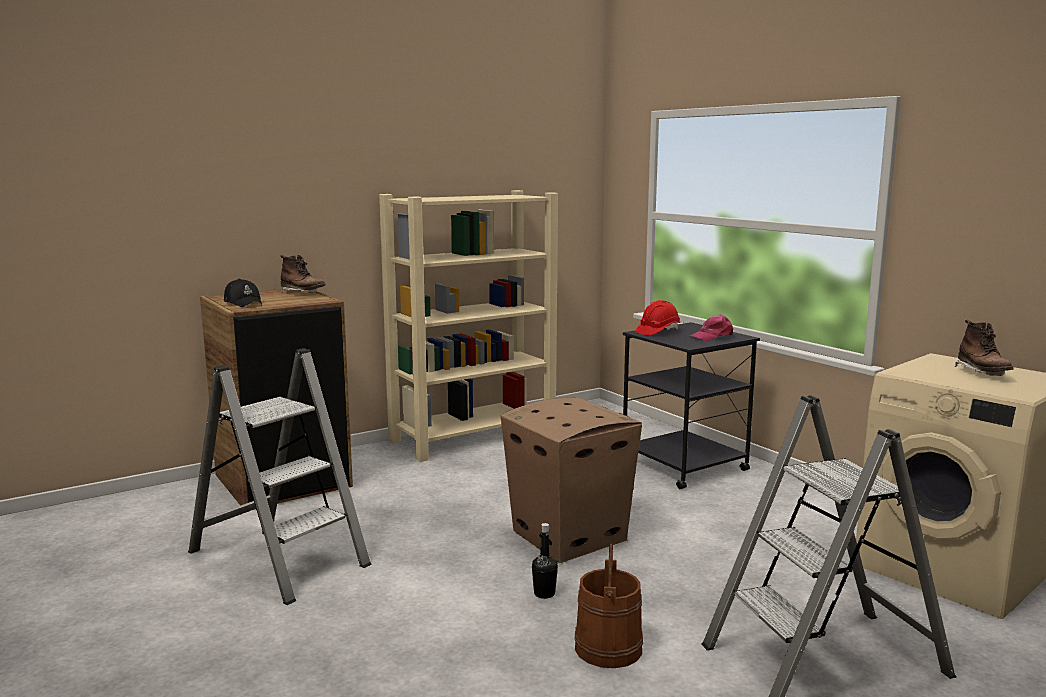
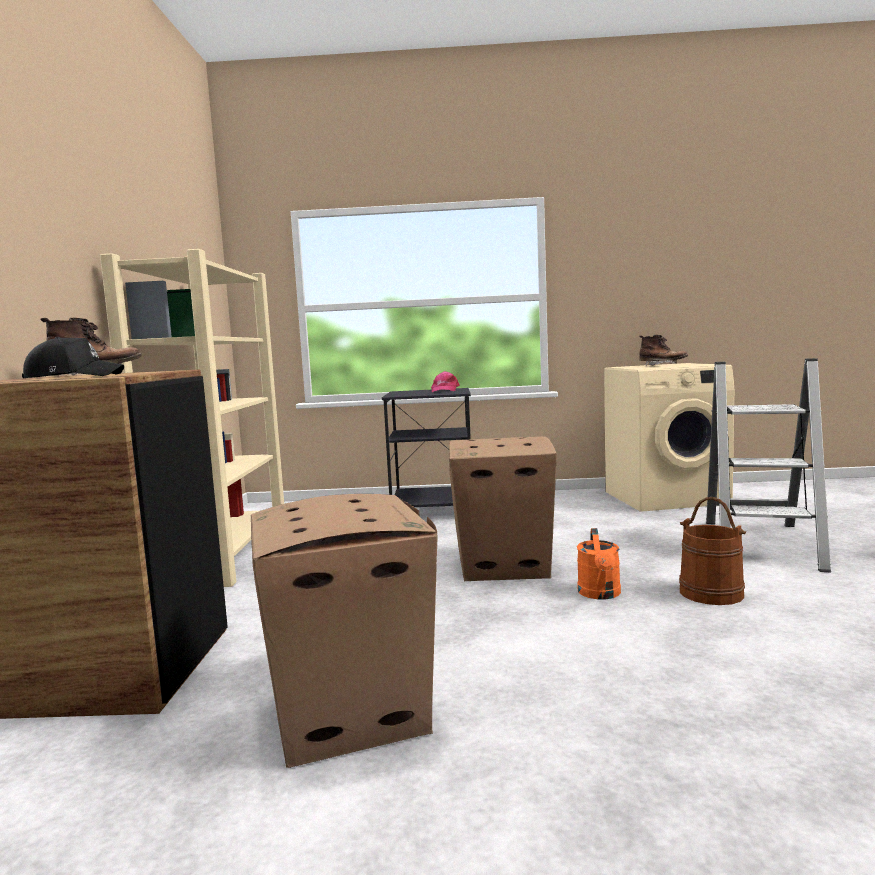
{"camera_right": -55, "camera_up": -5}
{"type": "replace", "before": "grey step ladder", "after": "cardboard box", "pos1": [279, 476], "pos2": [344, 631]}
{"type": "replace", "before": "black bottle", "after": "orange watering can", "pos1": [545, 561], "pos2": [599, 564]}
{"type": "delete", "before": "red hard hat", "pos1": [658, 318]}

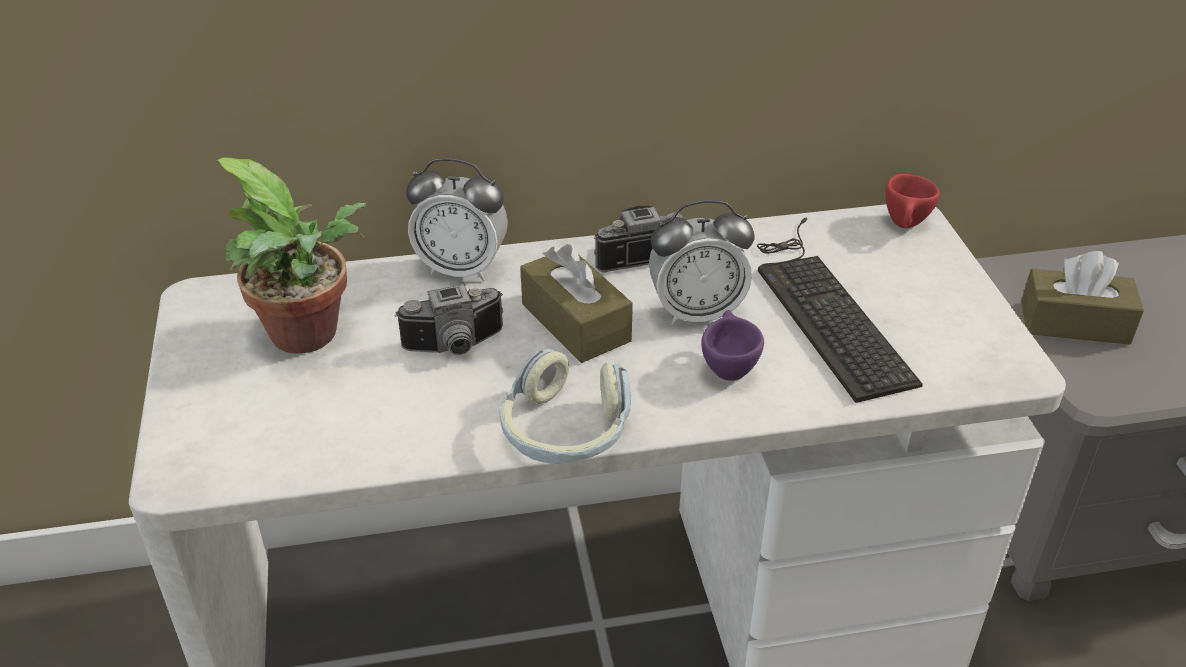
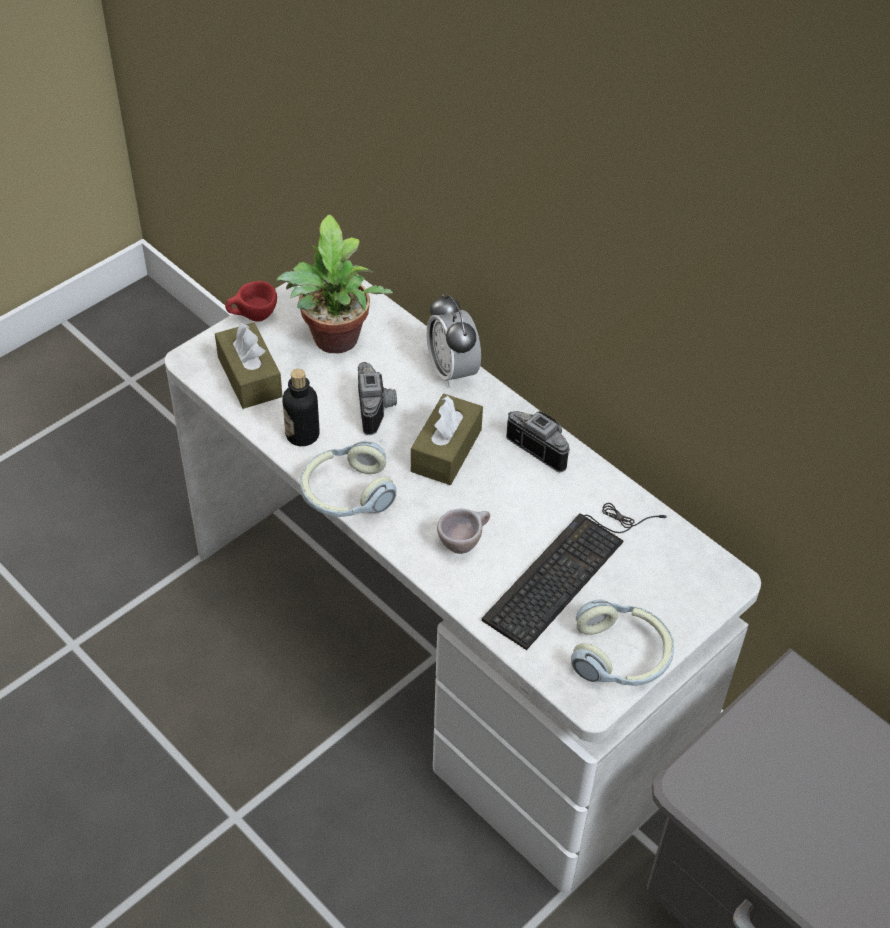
{"camera_right": 55, "camera_up": 10}
{"type": "rotate", "before": "photo camera", "pos1": [449, 319], "pos2": [377, 398], "turn": -135}
{"type": "delete", "before": "alarm clock", "pos1": [702, 263]}
{"type": "recolor", "before": "purple cup", "after": "beige cup", "pos1": [732, 345], "pos2": [463, 531]}
{"type": "move", "before": "red cup", "pos1": [912, 201], "pos2": [251, 301]}
{"type": "move", "before": "brown tissue box", "pos1": [1082, 298], "pos2": [249, 365]}
{"type": "insert", "after": "bottle", "pos2": [301, 407]}
{"type": "insert", "after": "headphones", "pos2": [622, 642]}

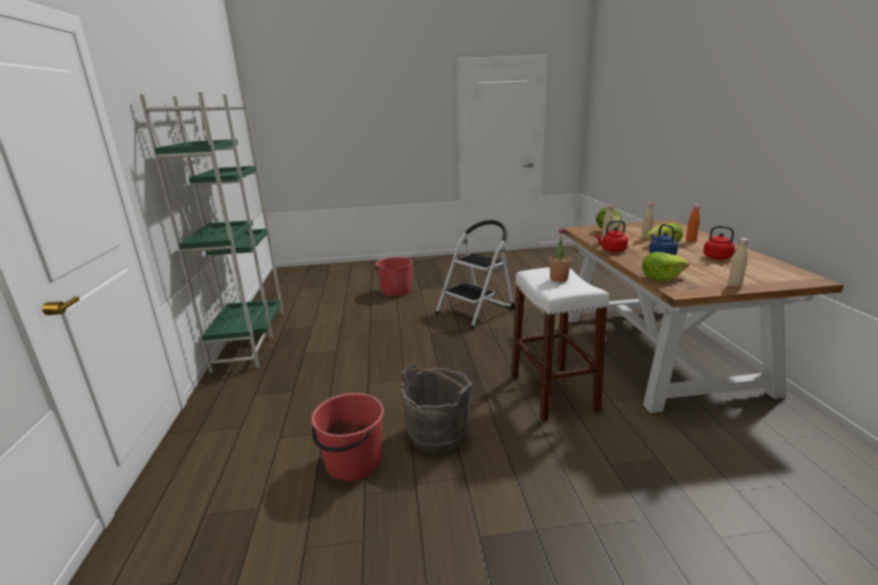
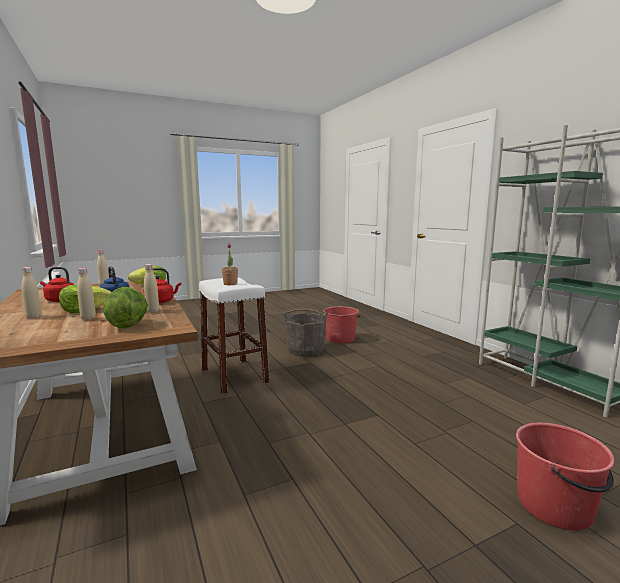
{"camera_right": 160, "camera_up": -10}
{"type": "delete", "before": "step ladder", "pos1": [475, 274]}
{"type": "recolor", "before": "orange bottle", "after": "beige bottle", "pos1": [693, 223], "pos2": [32, 293]}

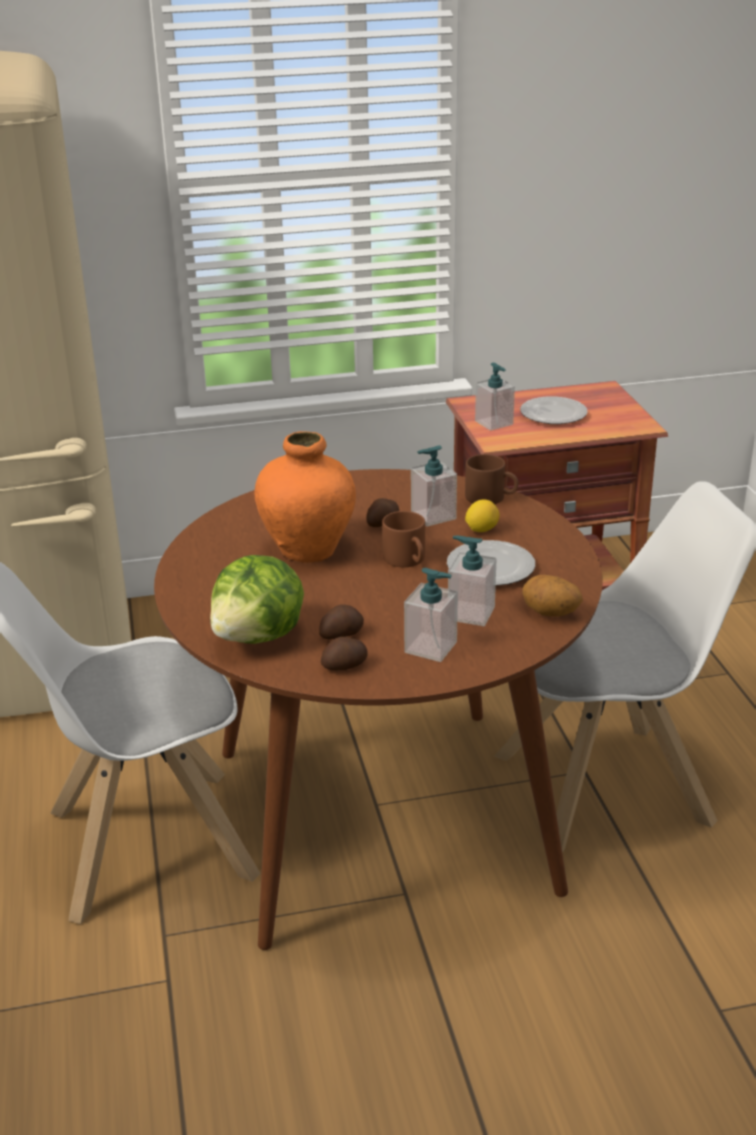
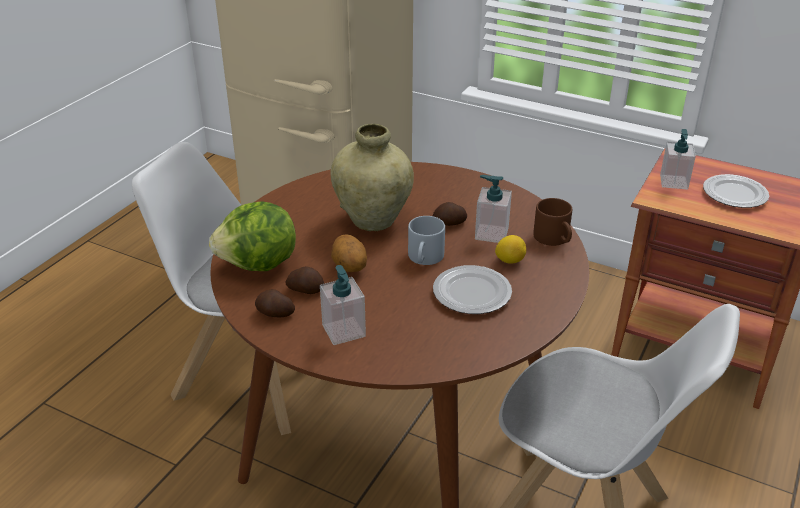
{"camera_right": 40, "camera_up": 5}
{"type": "recolor", "before": "orange vase", "after": "beige vase", "pos1": [305, 497], "pos2": [372, 177]}
{"type": "recolor", "before": "brown mug", "after": "grey mug", "pos1": [403, 539], "pos2": [426, 240]}
{"type": "delete", "before": "soap dispenser", "pos1": [472, 581]}
{"type": "move", "before": "potato", "pos1": [552, 596], "pos2": [349, 253]}

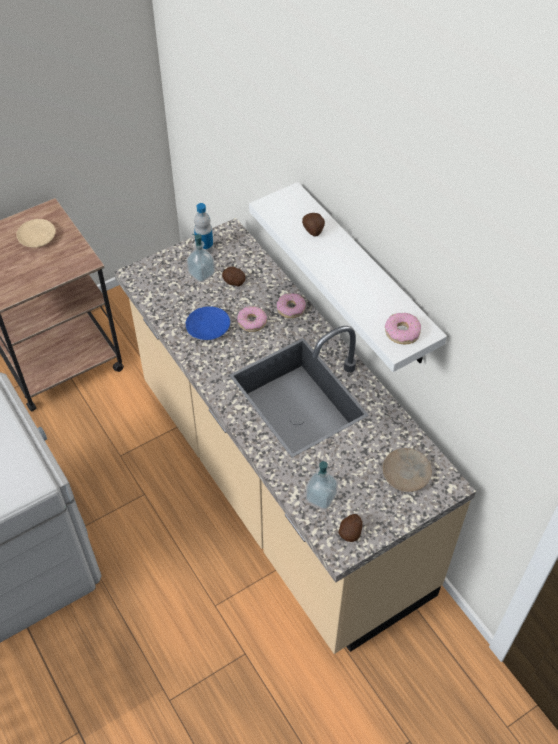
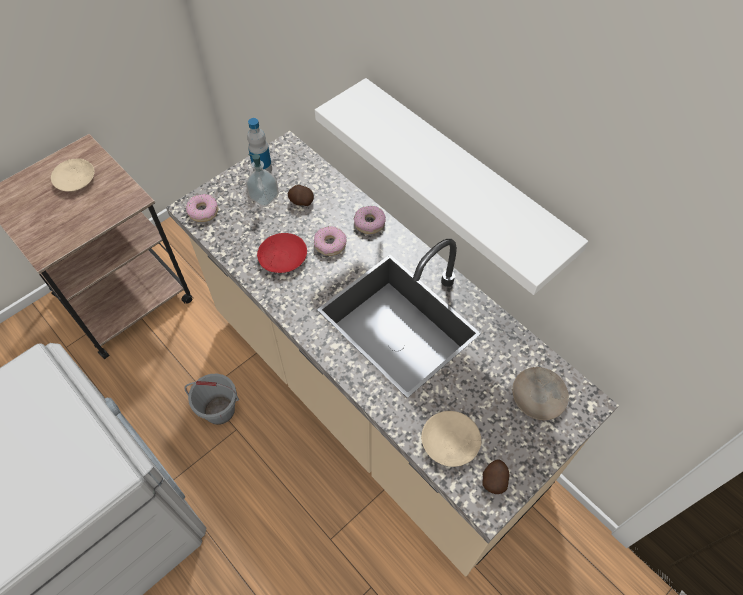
{"camera_right": -10, "camera_up": 5}
{"type": "recolor", "before": "blue plate", "after": "red plate", "pos1": [208, 323], "pos2": [282, 253]}
{"type": "delete", "before": "potato", "pos1": [313, 225]}
{"type": "replace", "before": "soap dispenser", "after": "beige plate", "pos1": [322, 485], "pos2": [451, 439]}
{"type": "move", "before": "donut", "pos1": [403, 328], "pos2": [202, 208]}
{"type": "insert", "after": "grey bucket", "pos2": [212, 399]}

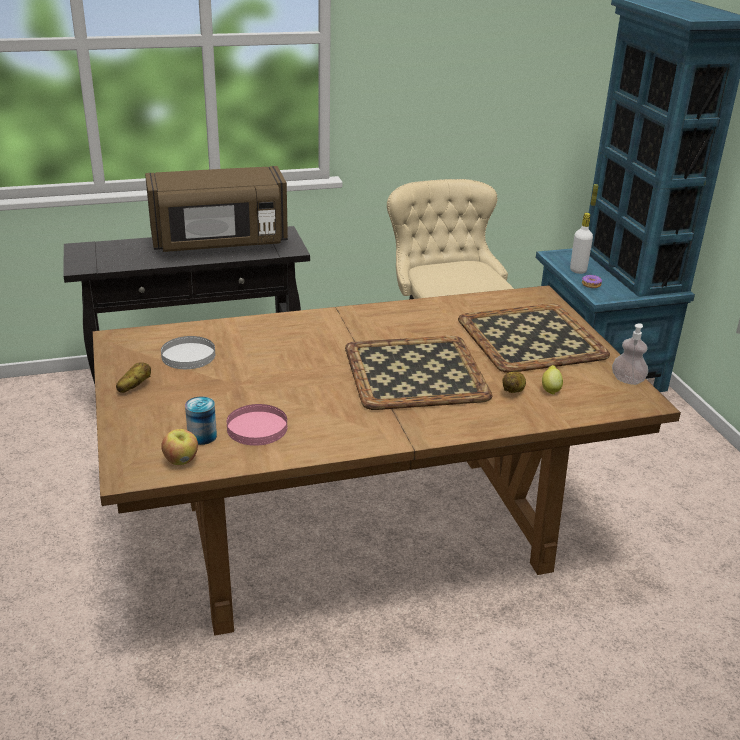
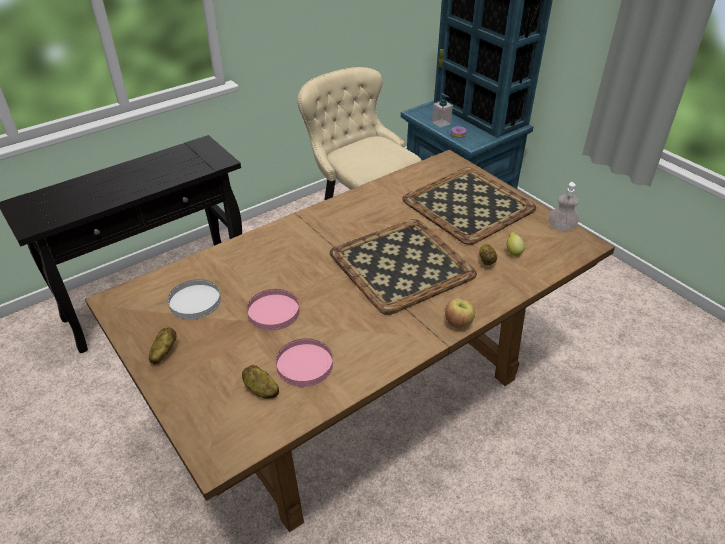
{"camera_right": -20, "camera_up": 10}
{"type": "delete", "before": "brown microwave", "pos1": [216, 209]}
{"type": "move", "before": "apple", "pos1": [179, 447], "pos2": [460, 313]}
{"type": "replace", "before": "can", "after": "potato", "pos1": [201, 420], "pos2": [260, 382]}
{"type": "replace", "before": "white bottle", "after": "soap dispenser", "pos1": [581, 243], "pos2": [442, 110]}
{"type": "insert", "after": "pink plate", "pos2": [273, 310]}

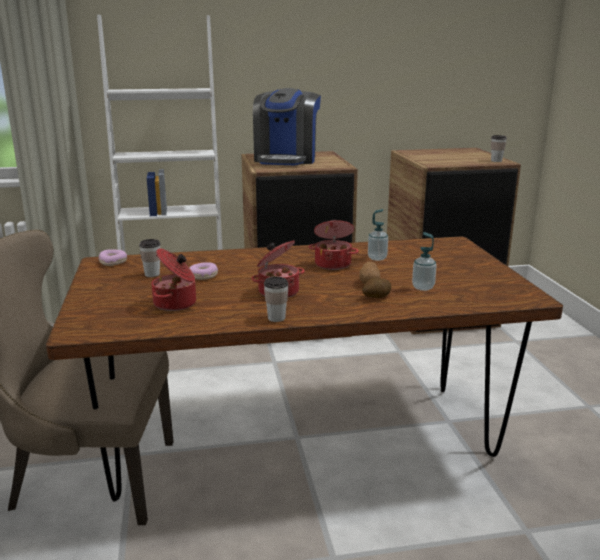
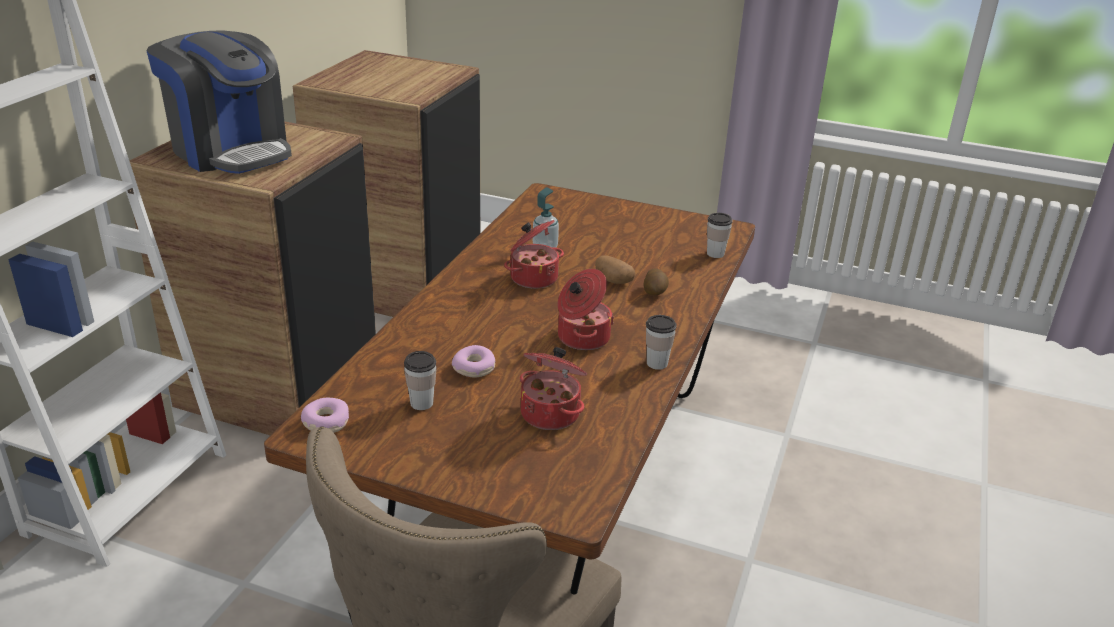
{"camera_right": -60, "camera_up": 10}
{"type": "delete", "before": "soap dispenser", "pos1": [424, 261]}
{"type": "move", "before": "cup", "pos1": [499, 148], "pos2": [720, 235]}

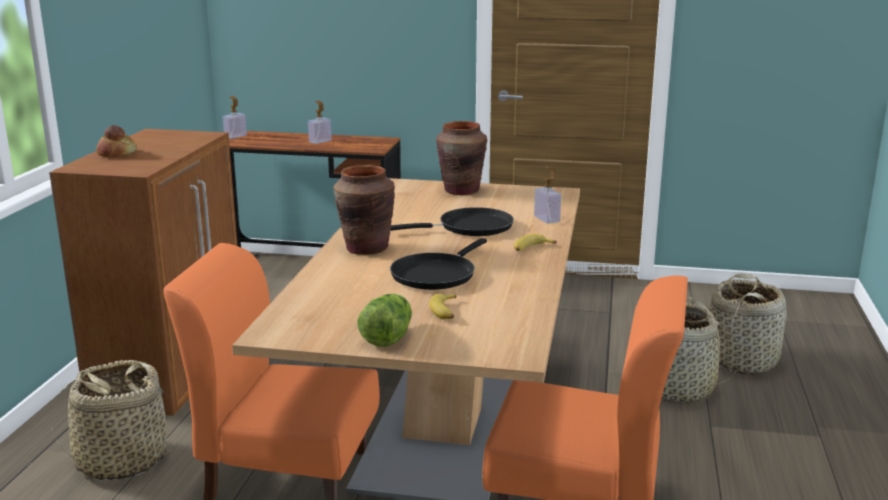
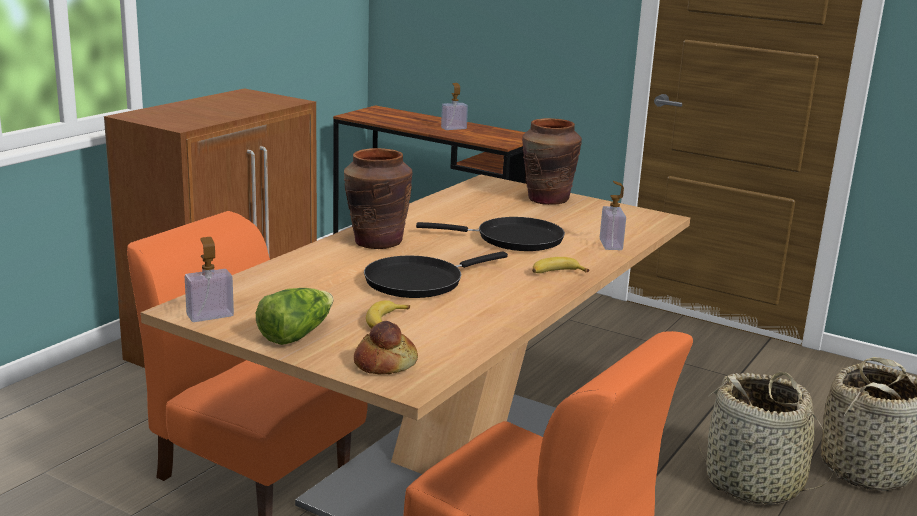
{"camera_right": 20, "camera_up": 0}
{"type": "delete", "before": "basket", "pos1": [114, 420]}
{"type": "move", "before": "bread", "pos1": [116, 141], "pos2": [386, 347]}
{"type": "move", "before": "soap dispenser", "pos1": [235, 117], "pos2": [209, 279]}

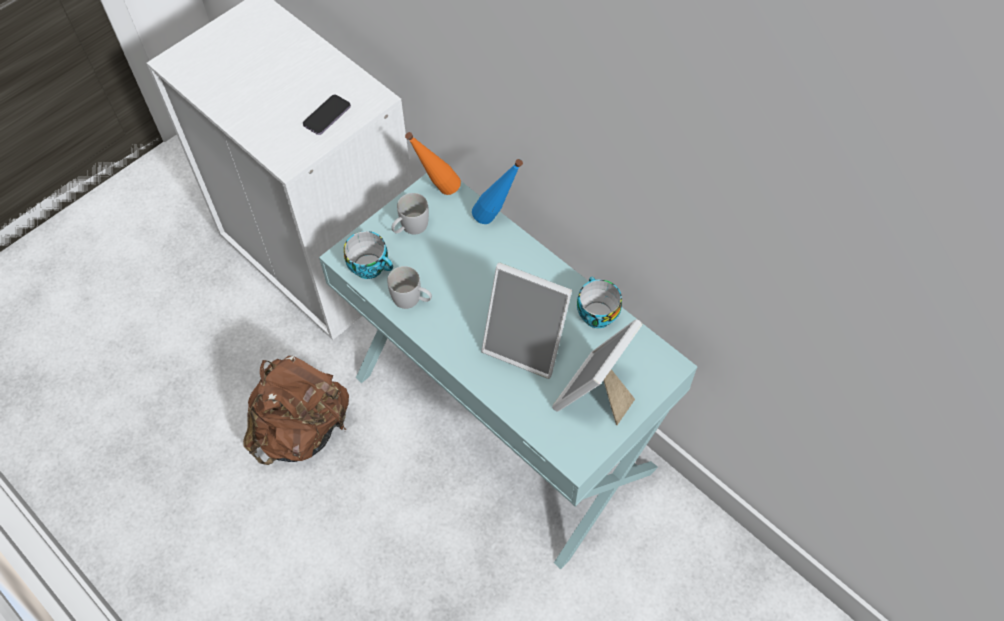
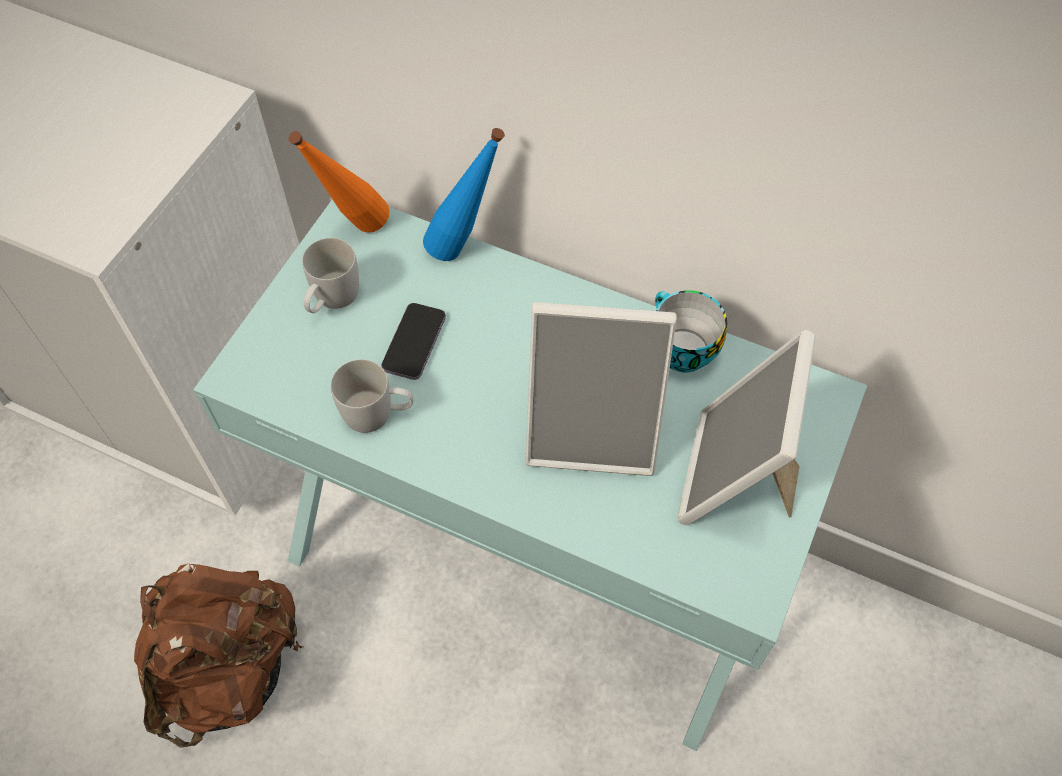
{"camera_right": -20, "camera_up": 0}
{"type": "move", "before": "phone", "pos1": [327, 115], "pos2": [413, 341]}
{"type": "delete", "before": "cup", "pos1": [368, 255]}

